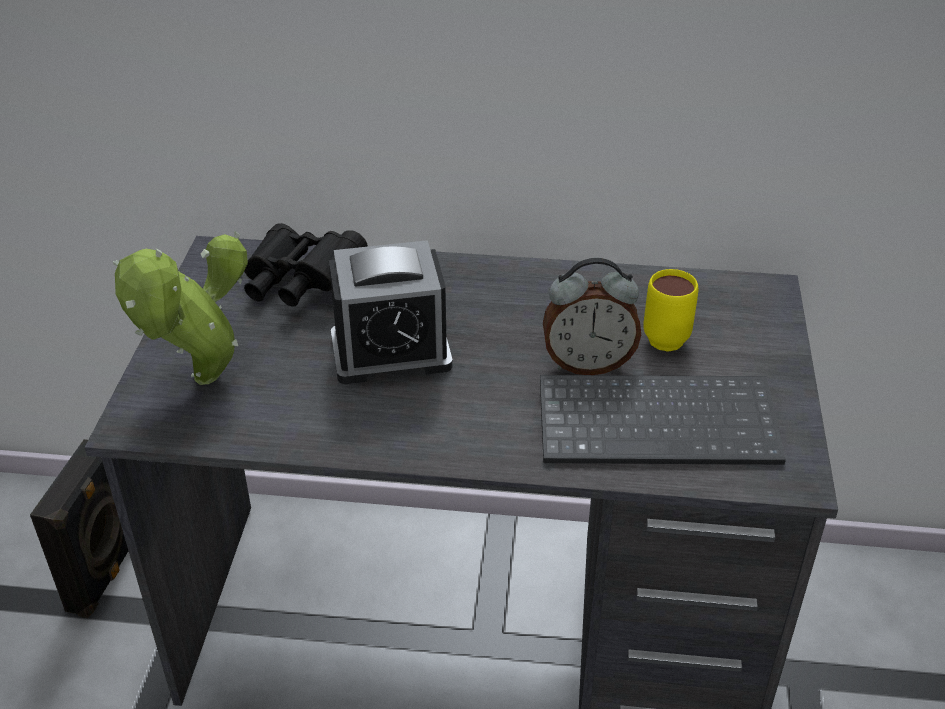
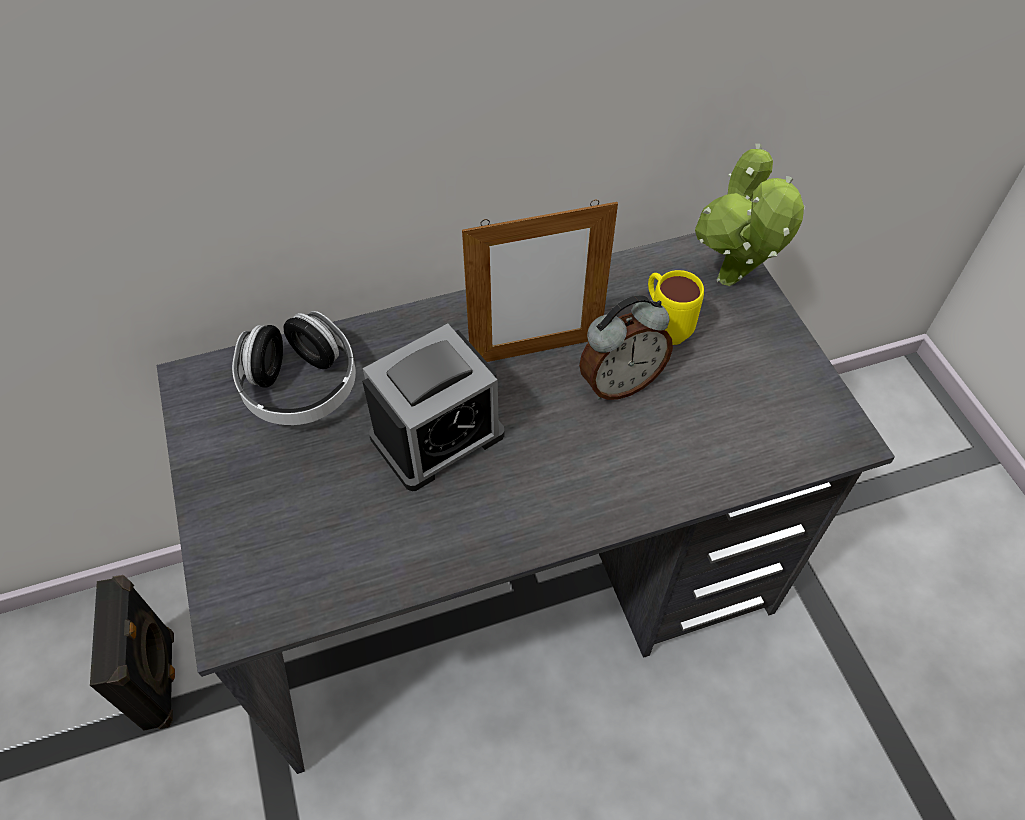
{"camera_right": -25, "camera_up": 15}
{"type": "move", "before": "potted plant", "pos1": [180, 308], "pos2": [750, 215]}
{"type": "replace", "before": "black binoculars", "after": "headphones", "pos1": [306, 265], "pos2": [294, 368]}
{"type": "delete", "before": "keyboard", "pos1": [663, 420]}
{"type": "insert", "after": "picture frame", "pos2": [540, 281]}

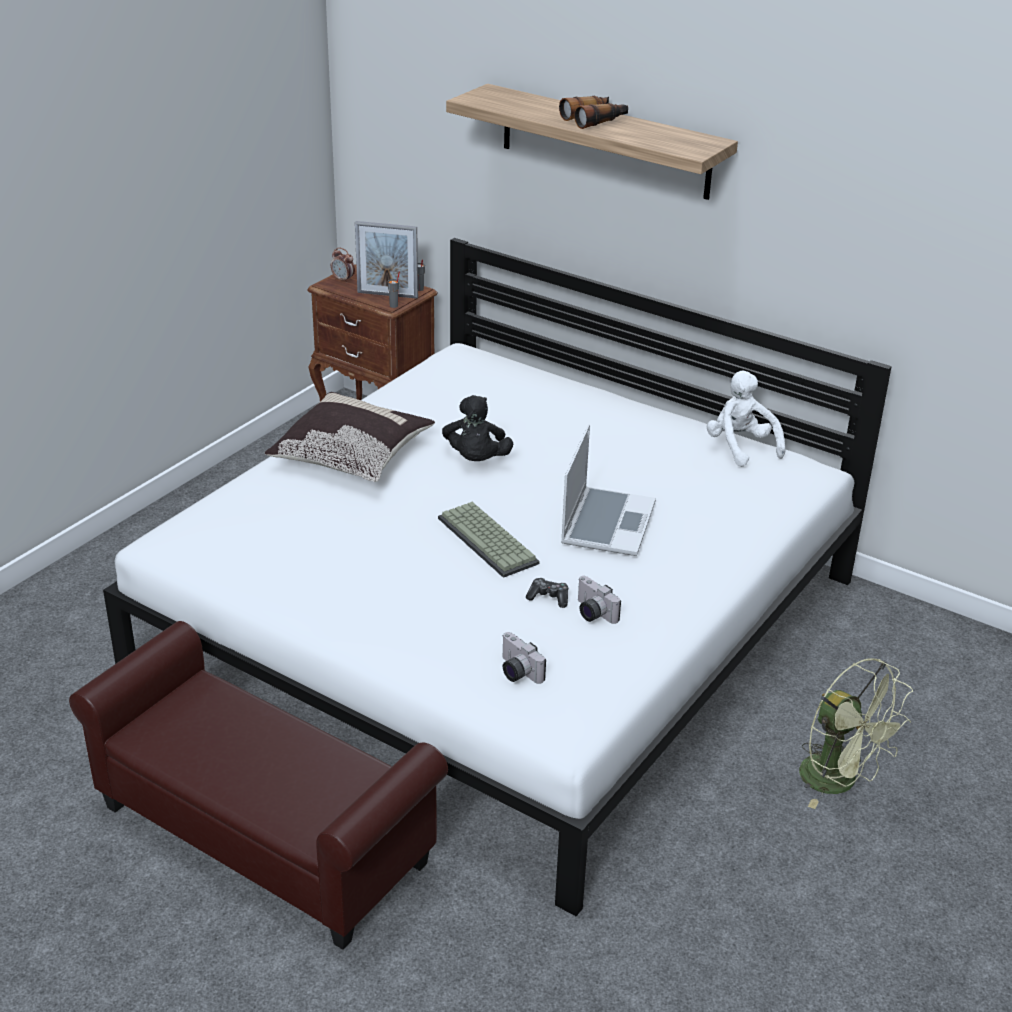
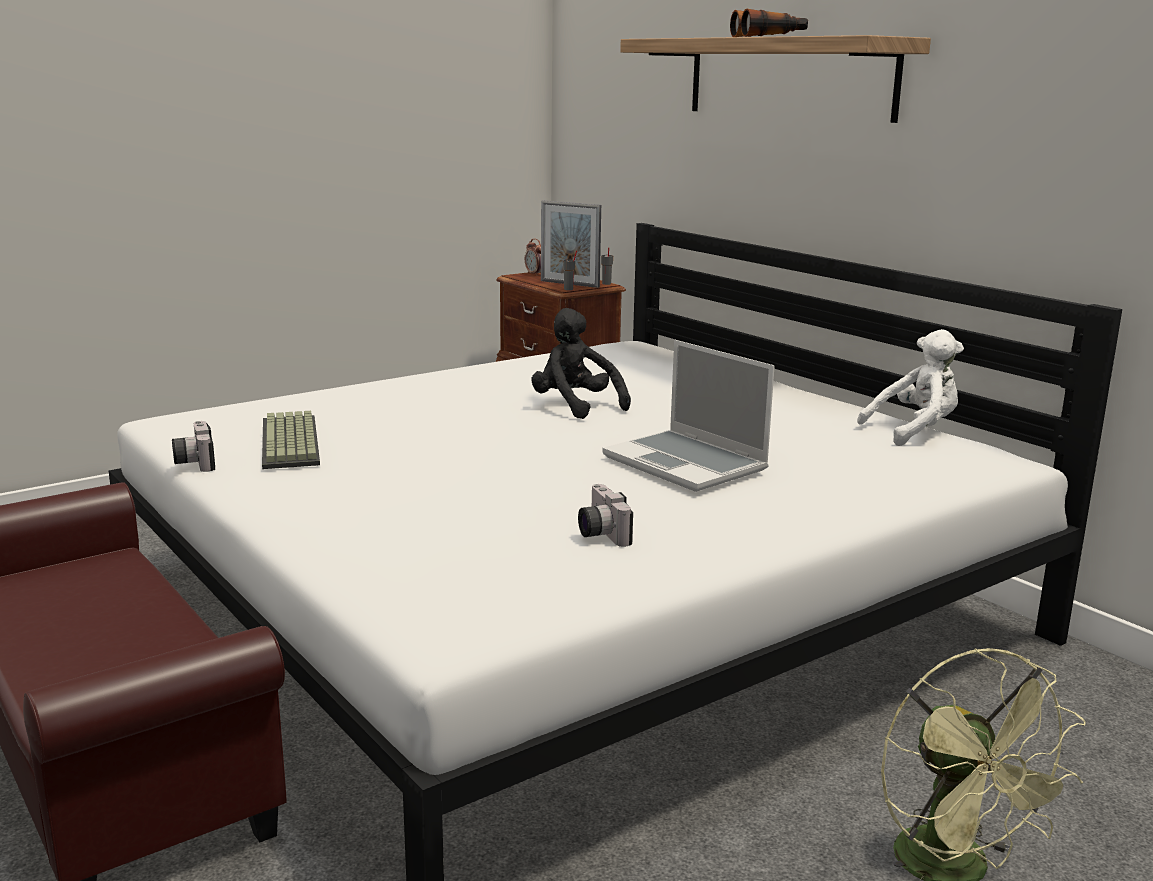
{"camera_right": 20, "camera_up": -15}
{"type": "delete", "before": "pillow", "pos1": [350, 437]}
{"type": "move", "before": "keyboard", "pos1": [488, 540], "pos2": [291, 440]}
{"type": "rotate", "before": "black plush toy", "pos1": [477, 428], "pos2": [581, 363], "turn": 120}
{"type": "move", "before": "photo camera", "pos1": [524, 658], "pos2": [193, 446]}
{"type": "delete", "before": "game controller", "pos1": [547, 593]}
{"type": "rotate", "before": "laptop", "pos1": [608, 490], "pos2": [688, 416], "turn": 105}
{"type": "rotate", "before": "white plush toy", "pos1": [746, 418], "pos2": [910, 387], "turn": 75}

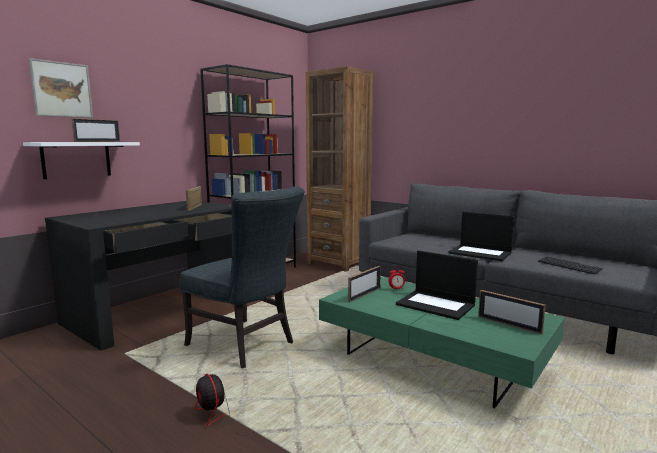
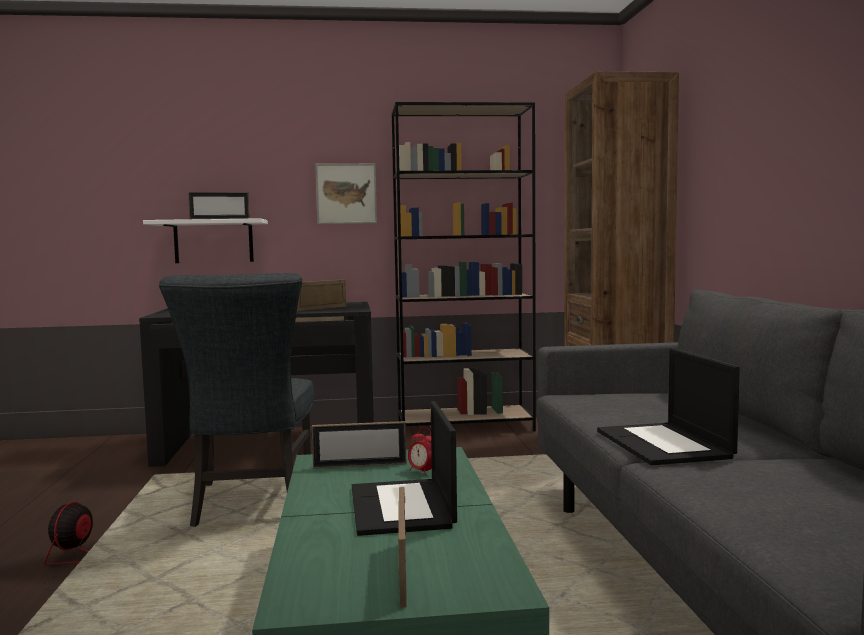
{"camera_right": 45, "camera_up": -5}
{"type": "move", "before": "picture", "pos1": [61, 88], "pos2": [346, 193]}
{"type": "delete", "before": "keyboard", "pos1": [570, 265]}

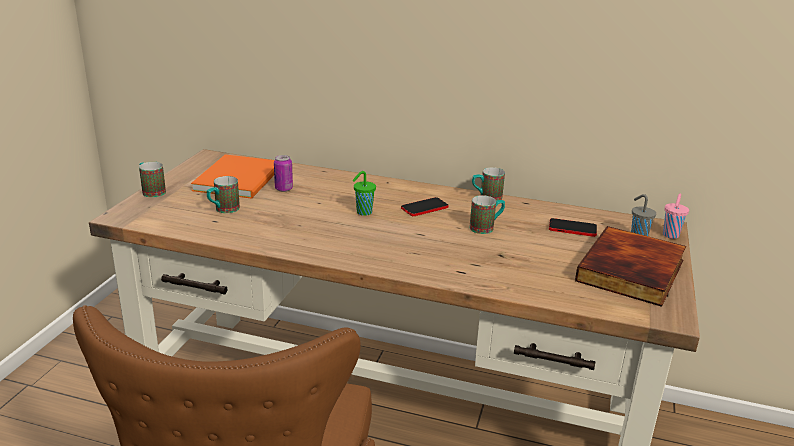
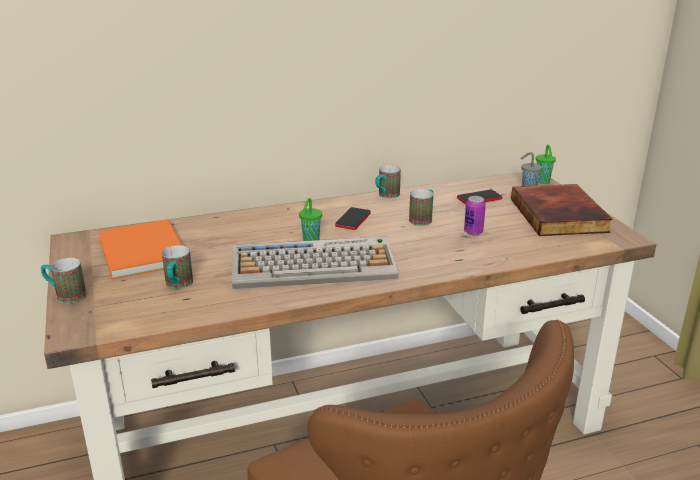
{"camera_right": -35, "camera_up": 0}
{"type": "move", "before": "can", "pos1": [283, 173], "pos2": [475, 215]}
{"type": "recolor", "before": "pink cup", "after": "green cup", "pos1": [676, 216], "pos2": [546, 164]}
{"type": "insert", "after": "keyboard", "pos2": [315, 262]}

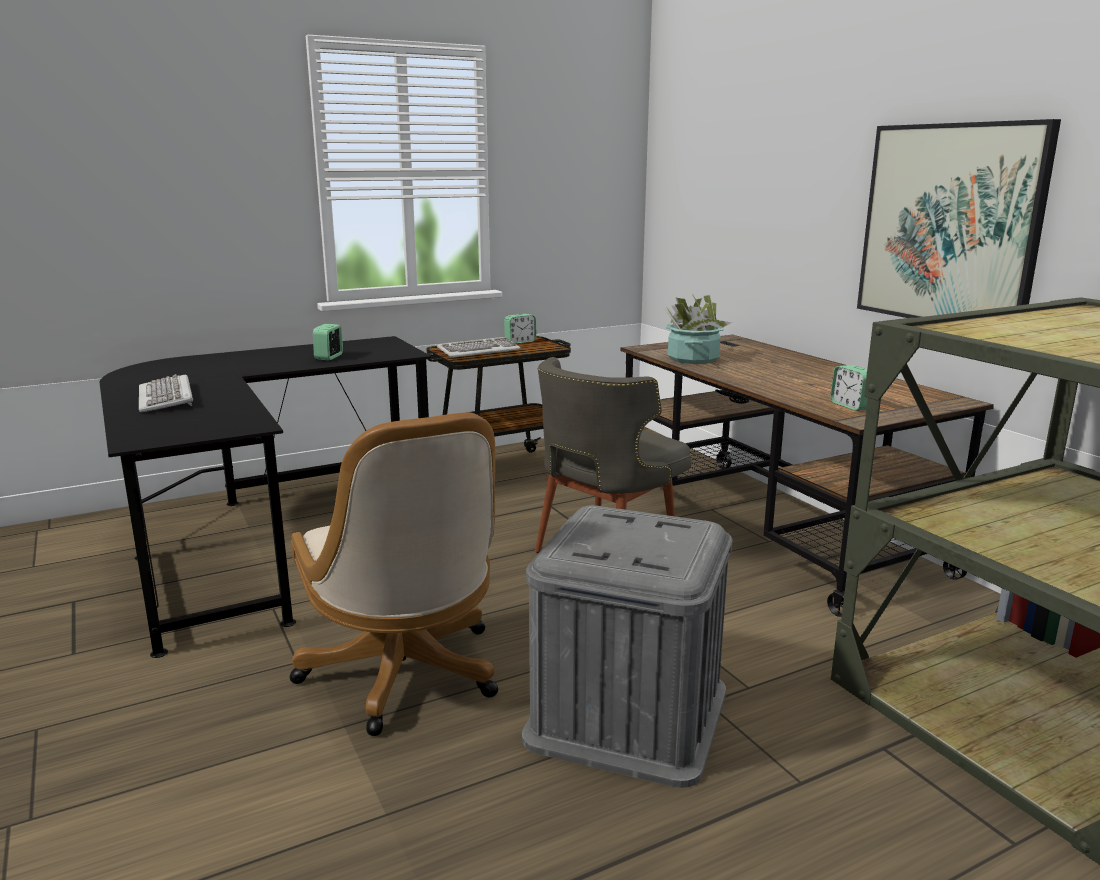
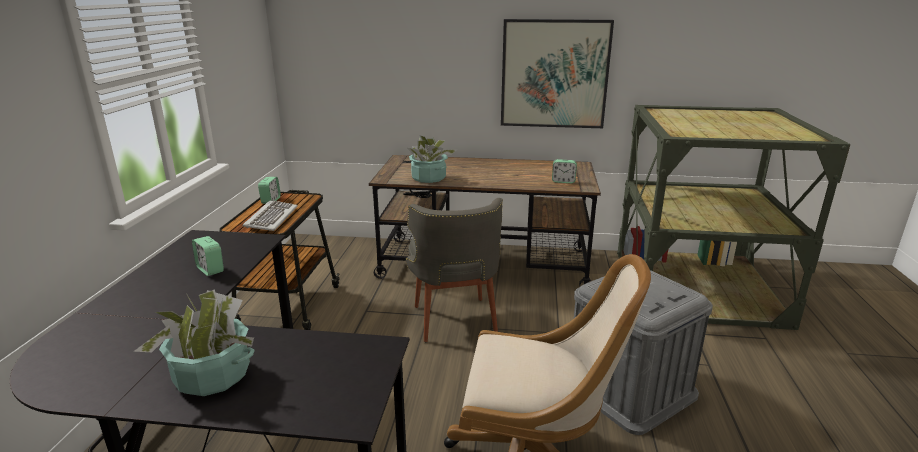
{"camera_right": -55, "camera_up": 5}
{"type": "replace", "before": "keyboard", "after": "potted plant", "pos1": [166, 393], "pos2": [194, 342]}

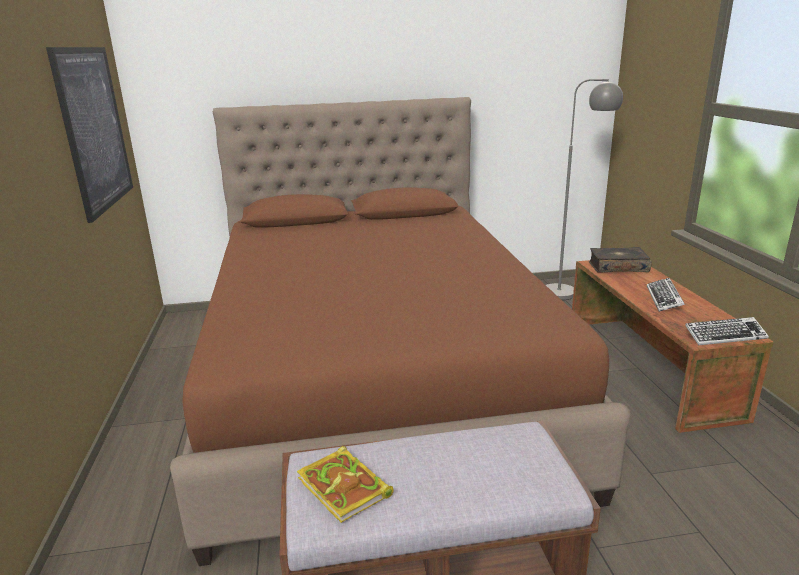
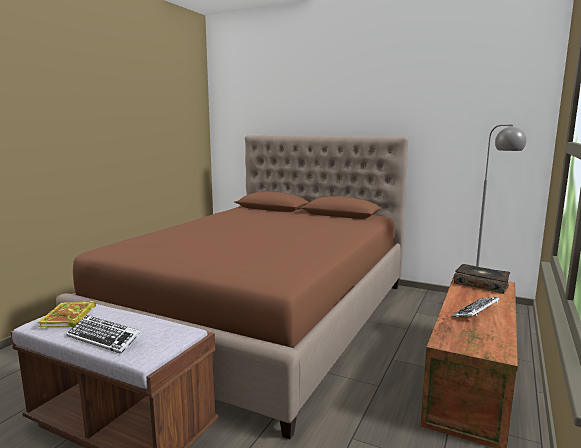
{"camera_right": 35, "camera_up": -10}
{"type": "delete", "before": "picture", "pos1": [89, 135]}
{"type": "move", "before": "keyboard", "pos1": [727, 331], "pos2": [103, 334]}

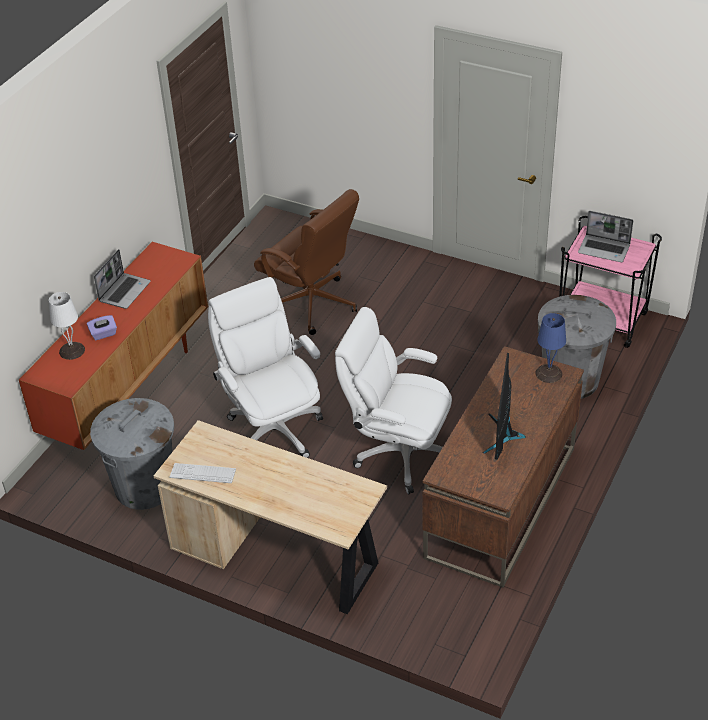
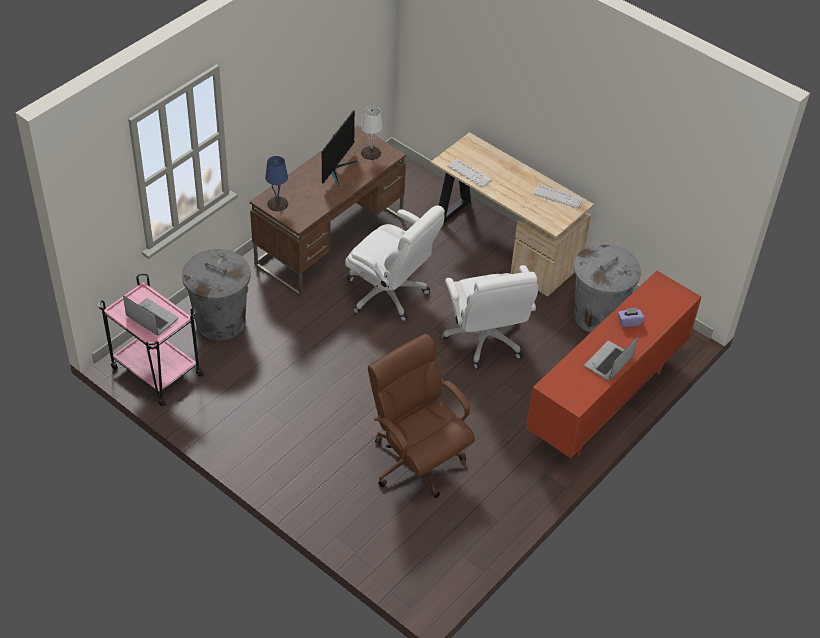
{"camera_right": -170, "camera_up": 5}
{"type": "move", "before": "white table lamp", "pos1": [67, 326], "pos2": [372, 133]}
{"type": "insert", "after": "keyboard", "pos2": [469, 173]}

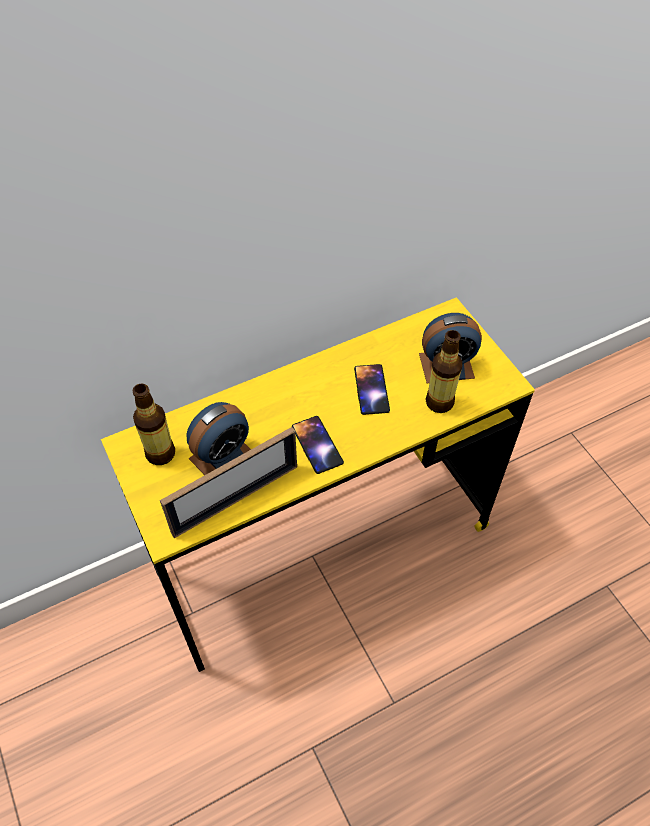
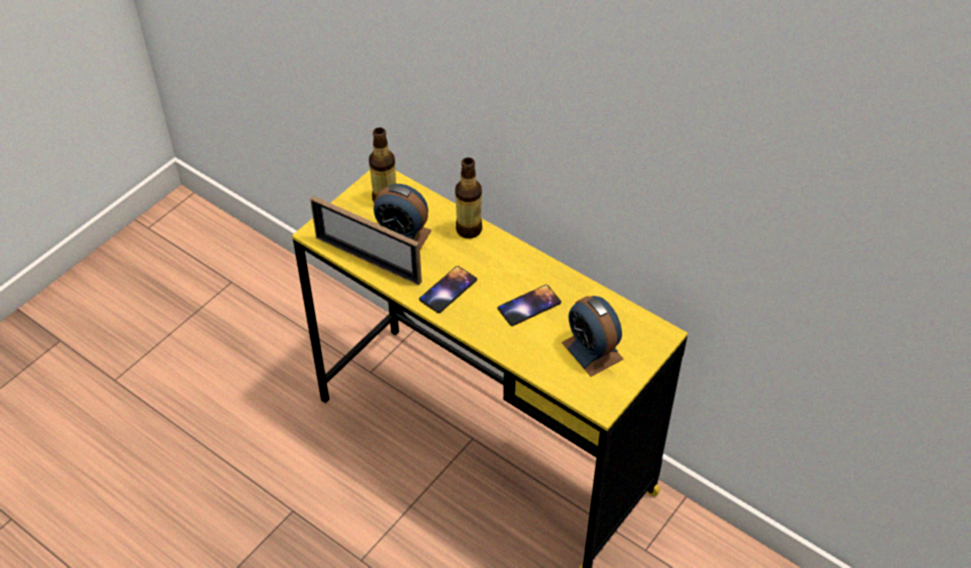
{"camera_right": 65, "camera_up": -5}
{"type": "move", "before": "bottle", "pos1": [444, 371], "pos2": [468, 198]}

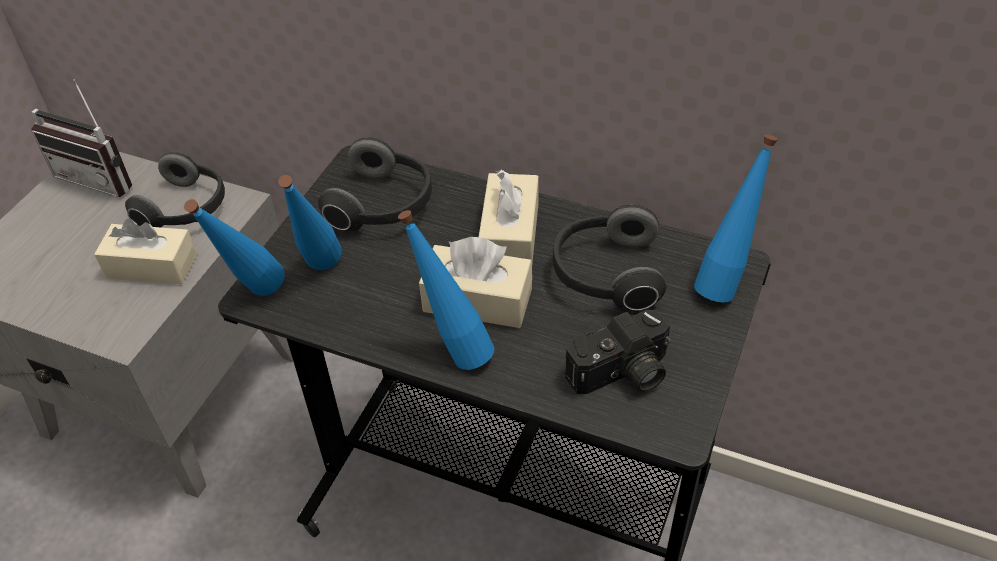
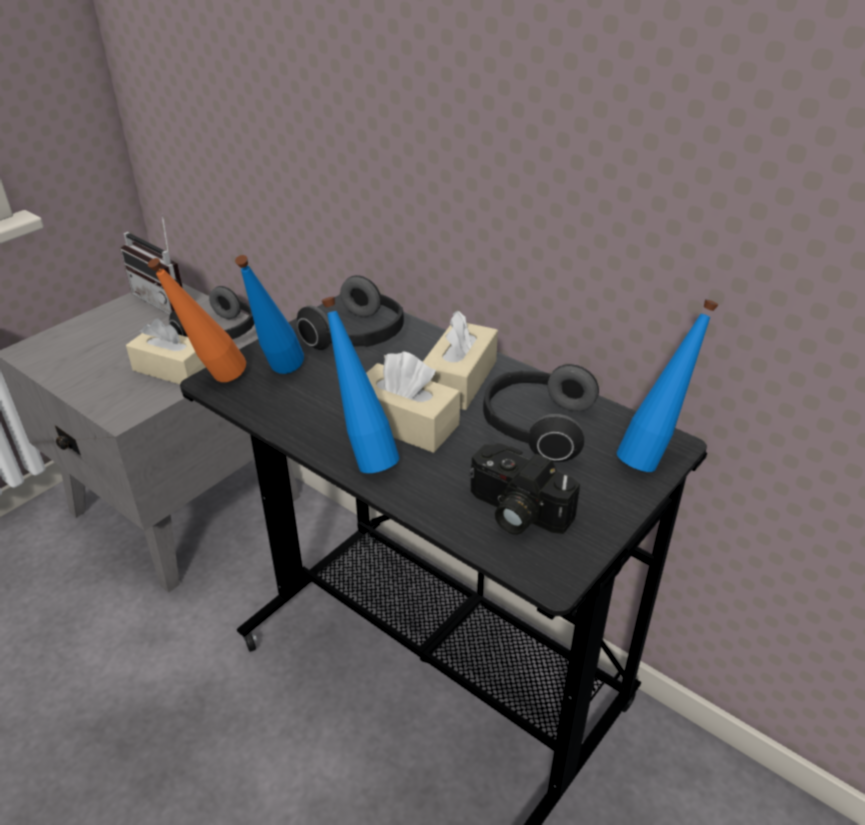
{"camera_right": 15, "camera_up": -10}
{"type": "recolor", "before": "blue bottle", "after": "orange bottle", "pos1": [234, 247], "pos2": [197, 320]}
{"type": "rotate", "before": "photo camera", "pos1": [617, 351], "pos2": [524, 489], "turn": 45}

